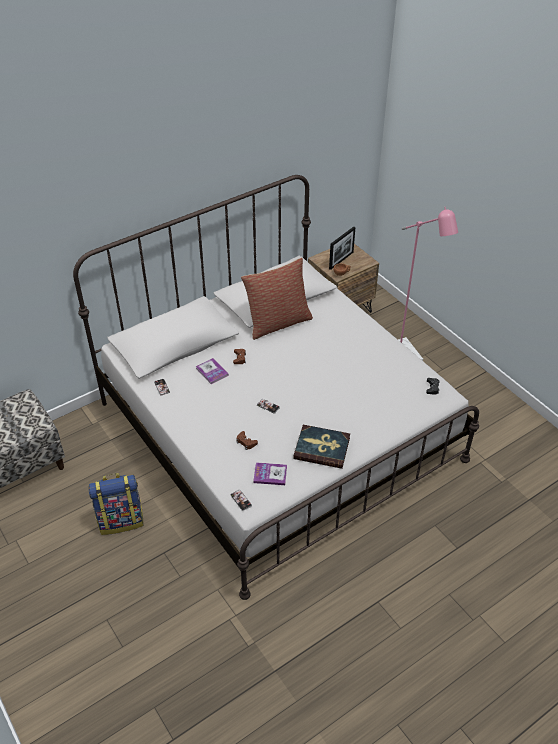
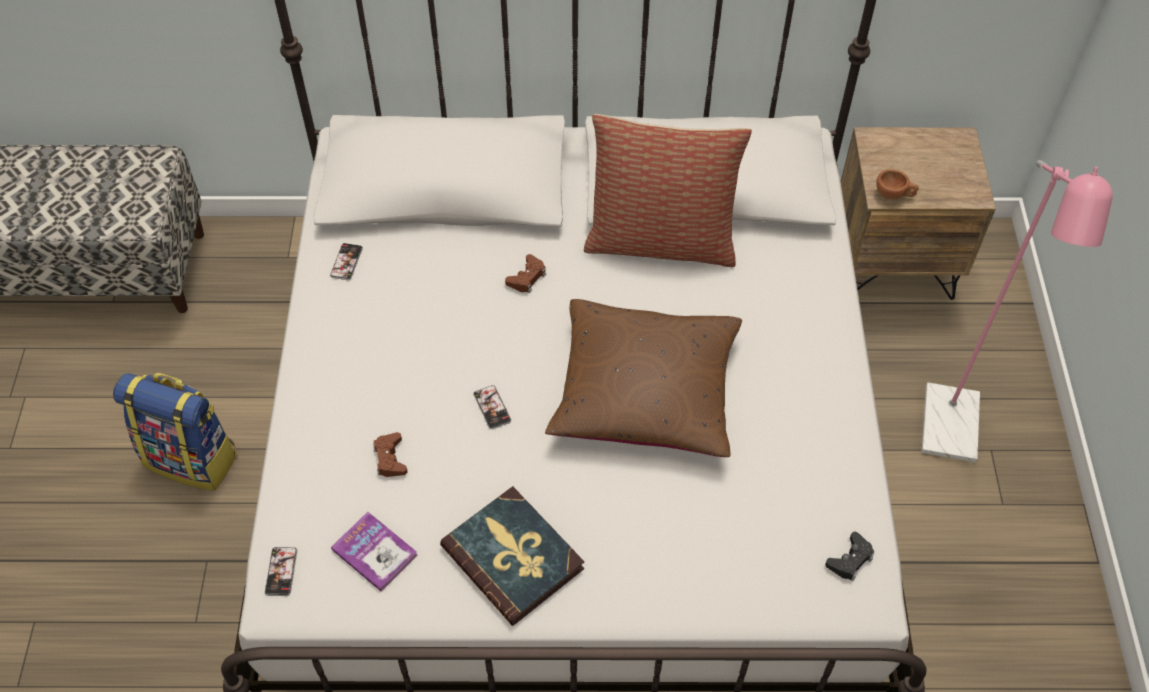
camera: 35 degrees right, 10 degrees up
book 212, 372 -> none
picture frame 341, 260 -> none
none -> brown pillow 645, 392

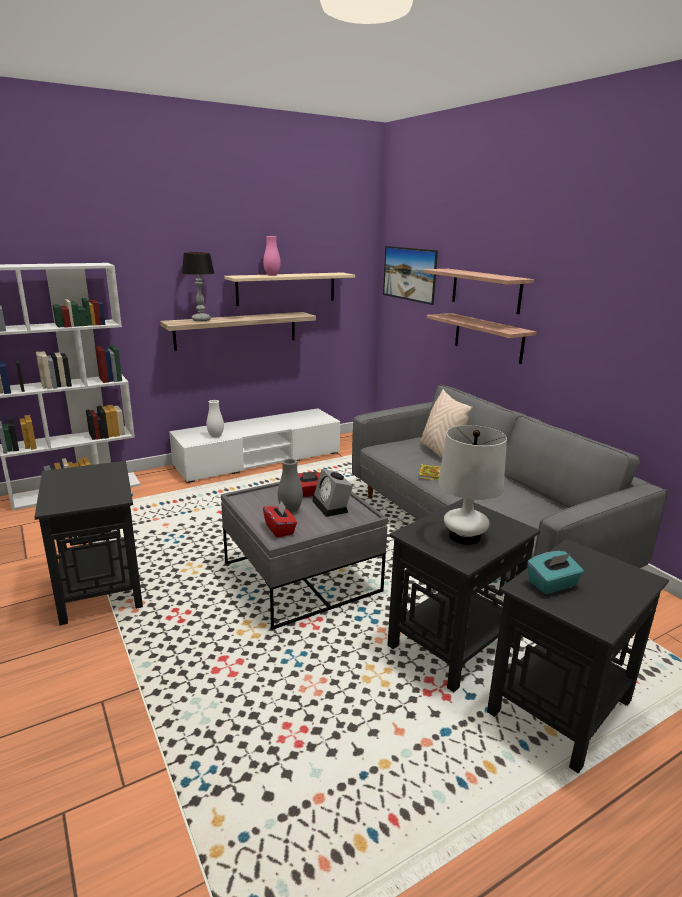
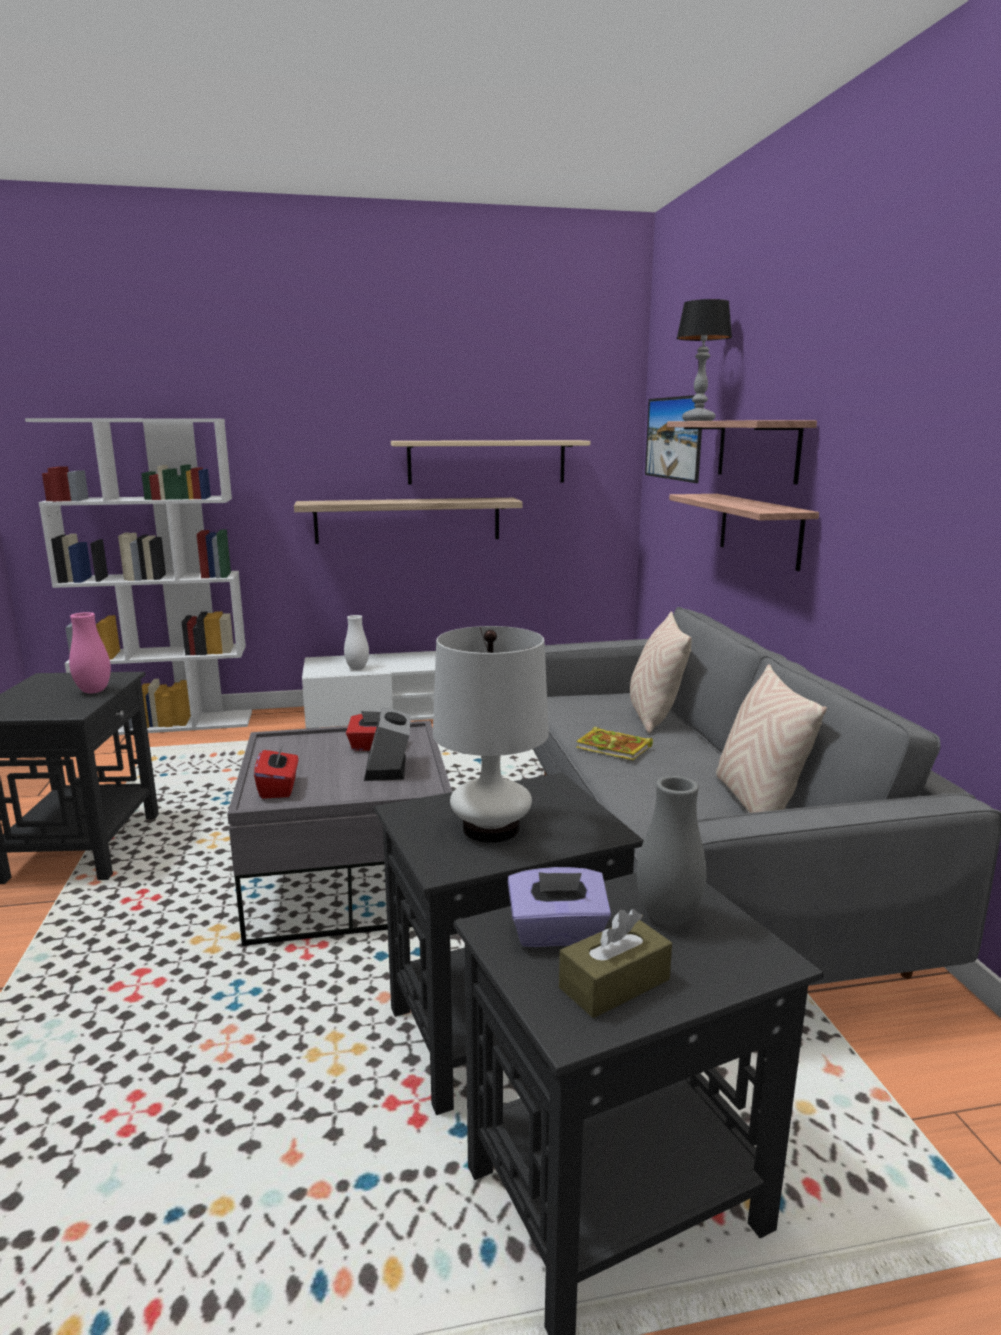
camera: 20 degrees right, 5 degrees down
table lamp 201, 320 -> table lamp 697, 420, shifted
pink vase 272, 275 -> pink vase 94, 691, shifted
grey vase 290, 511 -> grey vase 668, 917, shifted
turquoise tissue box 552, 584 -> purple tissue box 557, 933
none -> brown tissue box 614, 984
none -> beige pillow 756, 803

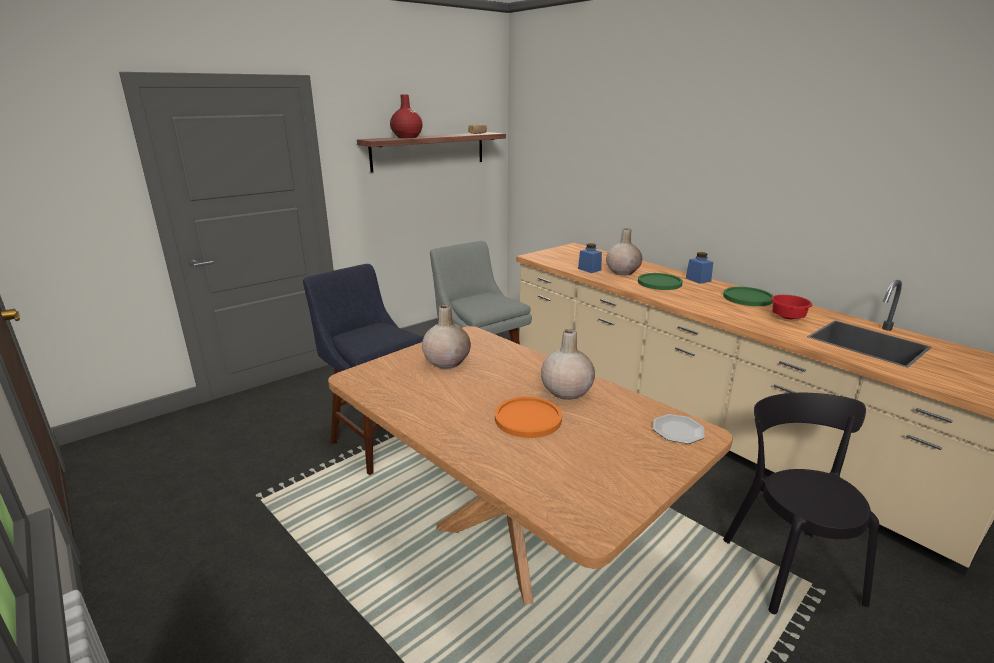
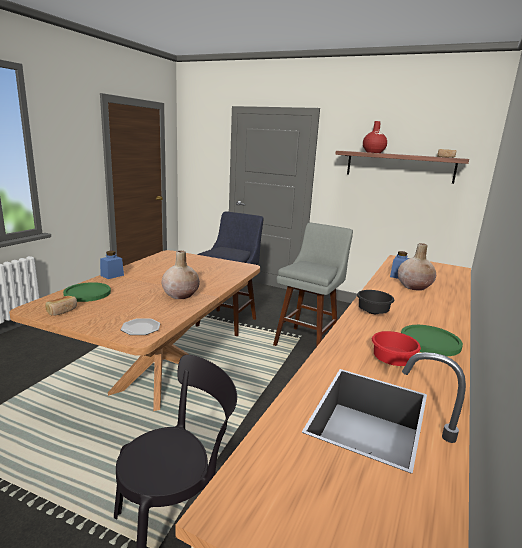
camera: 65 degrees right, 5 degrees down
beige vase 446, 362 -> none
orange plate 528, 418 -> none
green plate 659, 283 -> green plate 87, 293, shifted
blue jar 698, 279 -> blue jar 112, 275, shifted
none -> bread 62, 311
none -> black bowl 373, 311

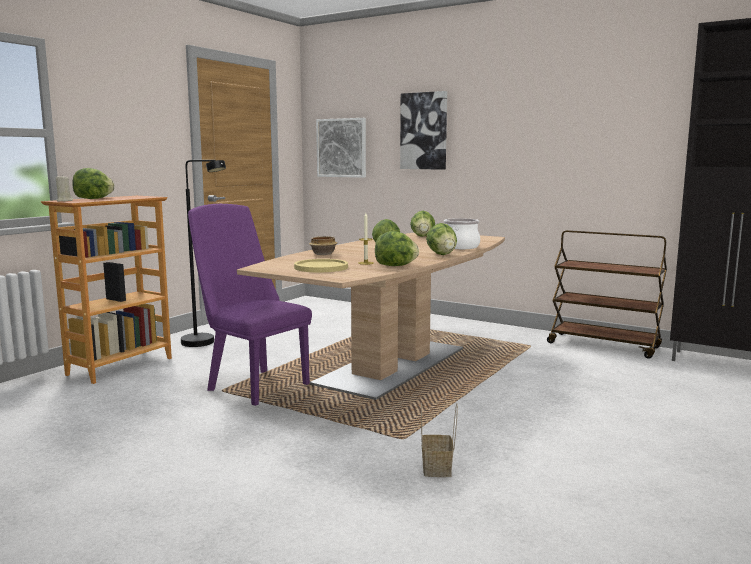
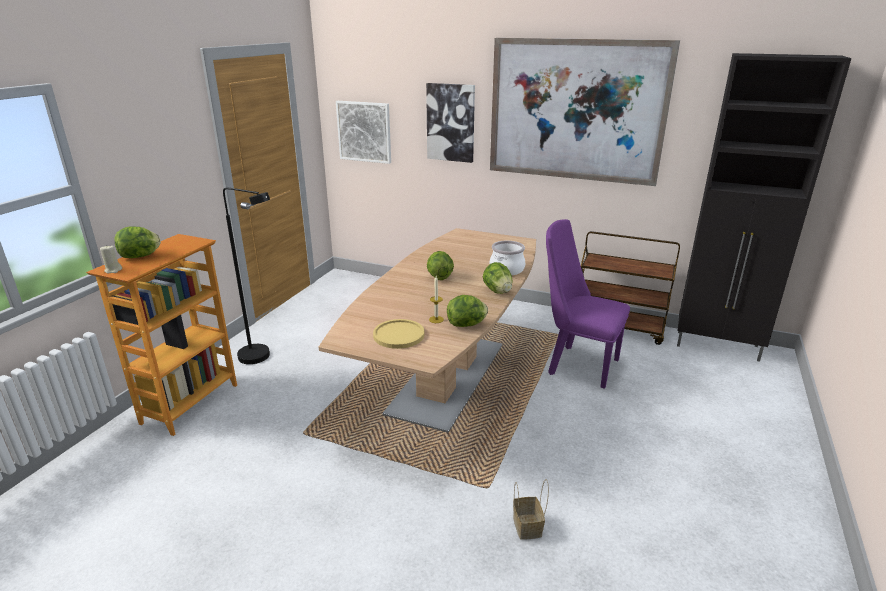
camera: 10 degrees left, 15 degrees up
purple chair 253, 385 -> purple chair 577, 364, shifted
bowl 324, 254 -> none
lettuce 422, 236 -> none
none -> picture 576, 110

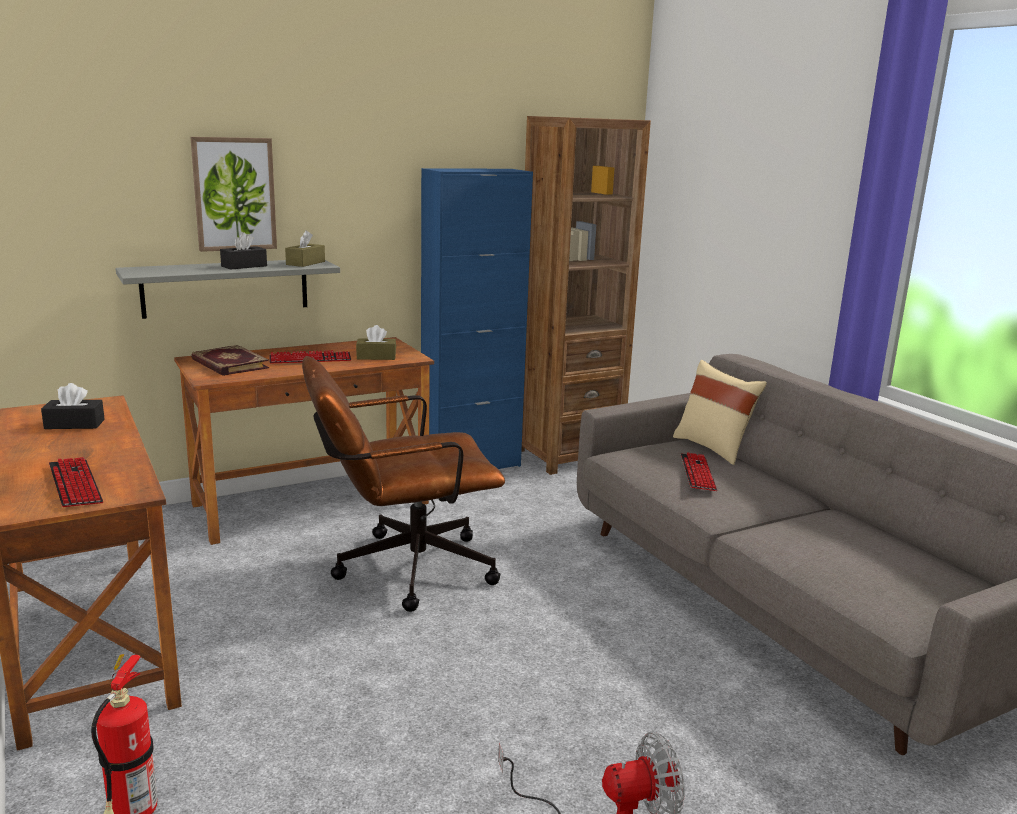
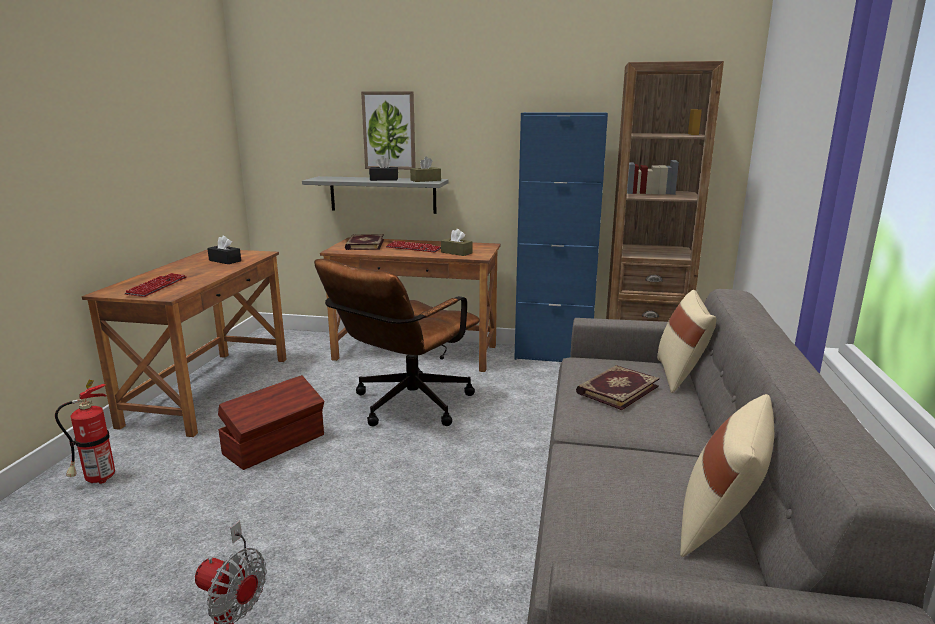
camera: 40 degrees right, 0 degrees up
brown office chair 401, 570 -> brown office chair 405, 407, 75 degrees counterclockwise
keyboard 697, 473 -> book 616, 389
none -> brown storage box 276, 444
none -> beige pillow 720, 526

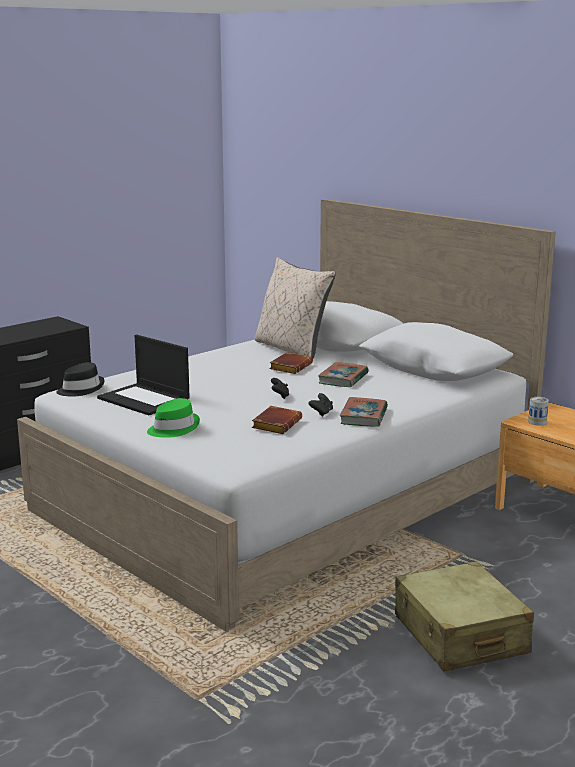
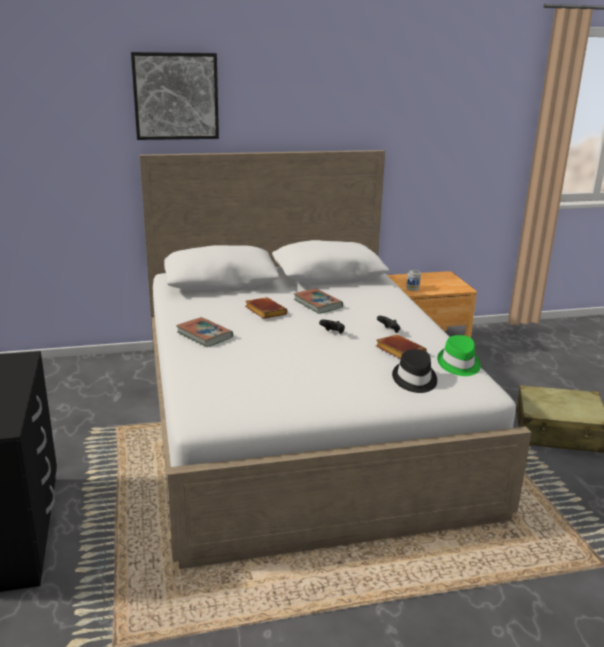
camera: 60 degrees left, 5 degrees up
black hat 80, 389 -> black hat 414, 380, shifted
laptop 145, 399 -> none
green hat 173, 428 -> green hat 458, 364, shifted
beige pillow 292, 349 -> none
book 364, 416 -> book 204, 335, shifted
none -> picture 176, 96

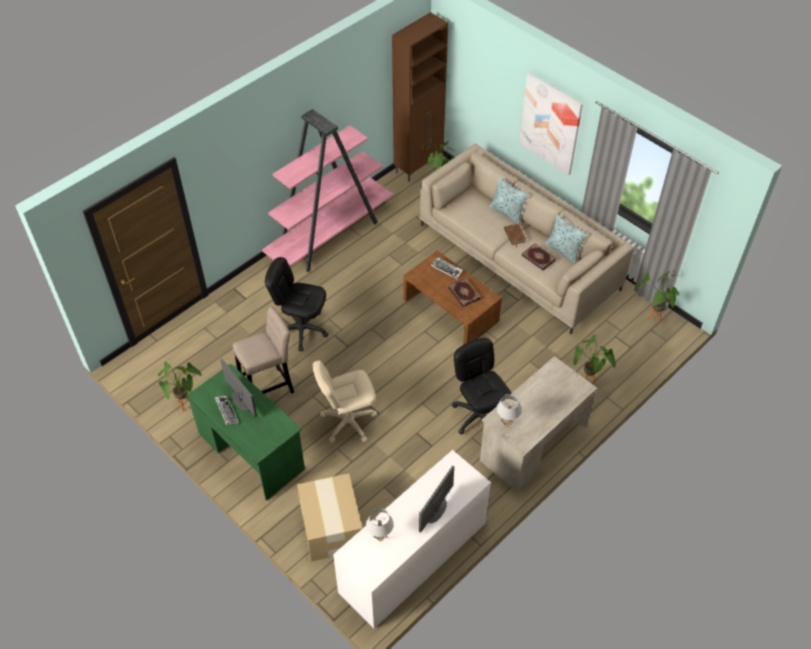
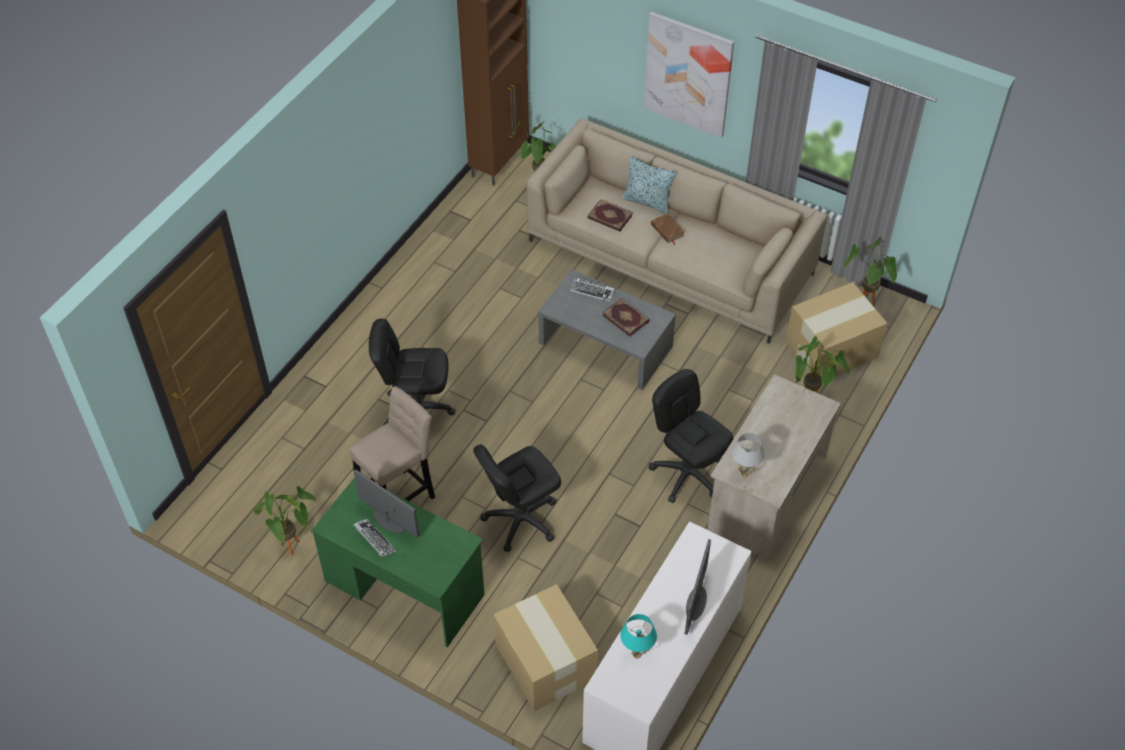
camera: 15 degrees left, 0 degrees up
pink bookcase 330, 235 -> none
beige office chair 348, 422 -> black office chair 520, 519
white table lamp 380, 538 -> turquoise table lamp 637, 654
brown coffee table 451, 309 -> grey coffee table 606, 344
book 538, 258 -> book 609, 217, shifted
pillow 563, 251 -> none
none -> cardboard box 833, 349

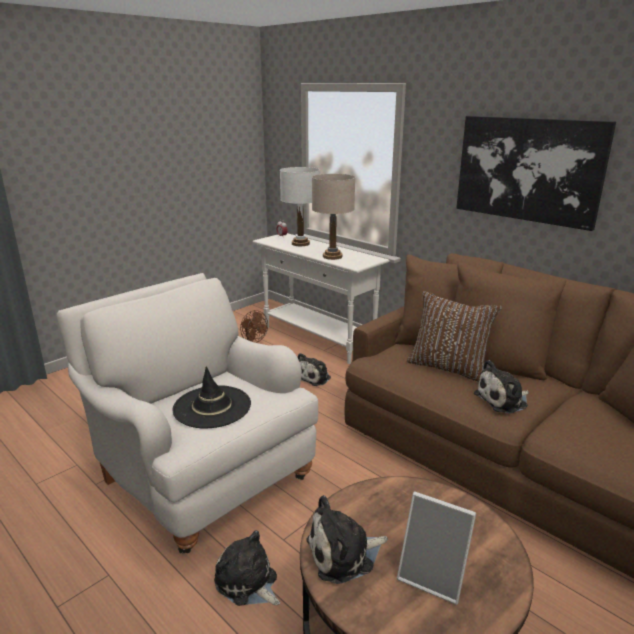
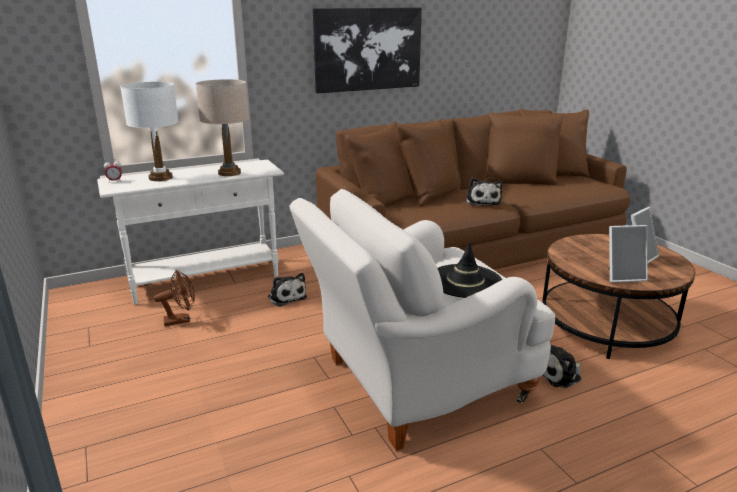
camera: 70 degrees left, 0 degrees up
plush toy 344, 554 -> picture frame 622, 276
brown pillow 448, 368 -> none

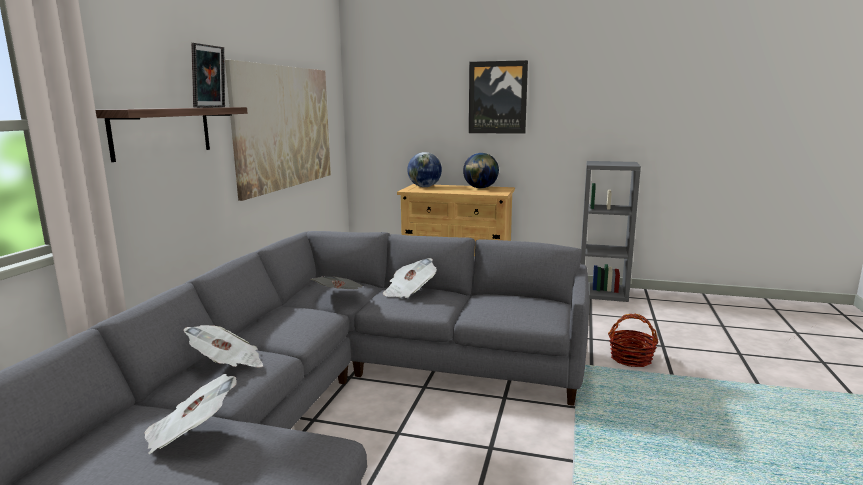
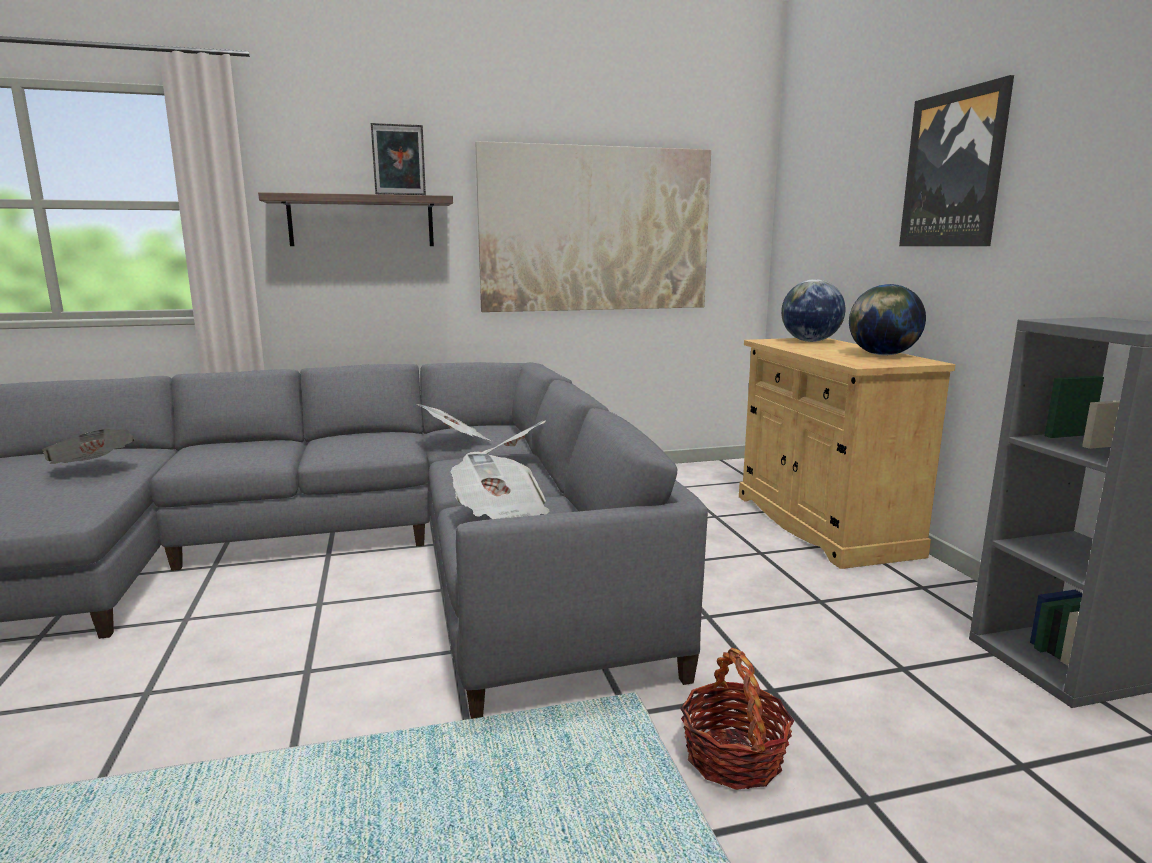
camera: 60 degrees right, 0 degrees up
newspaper 228, 364 -> newspaper 501, 516, shifted

